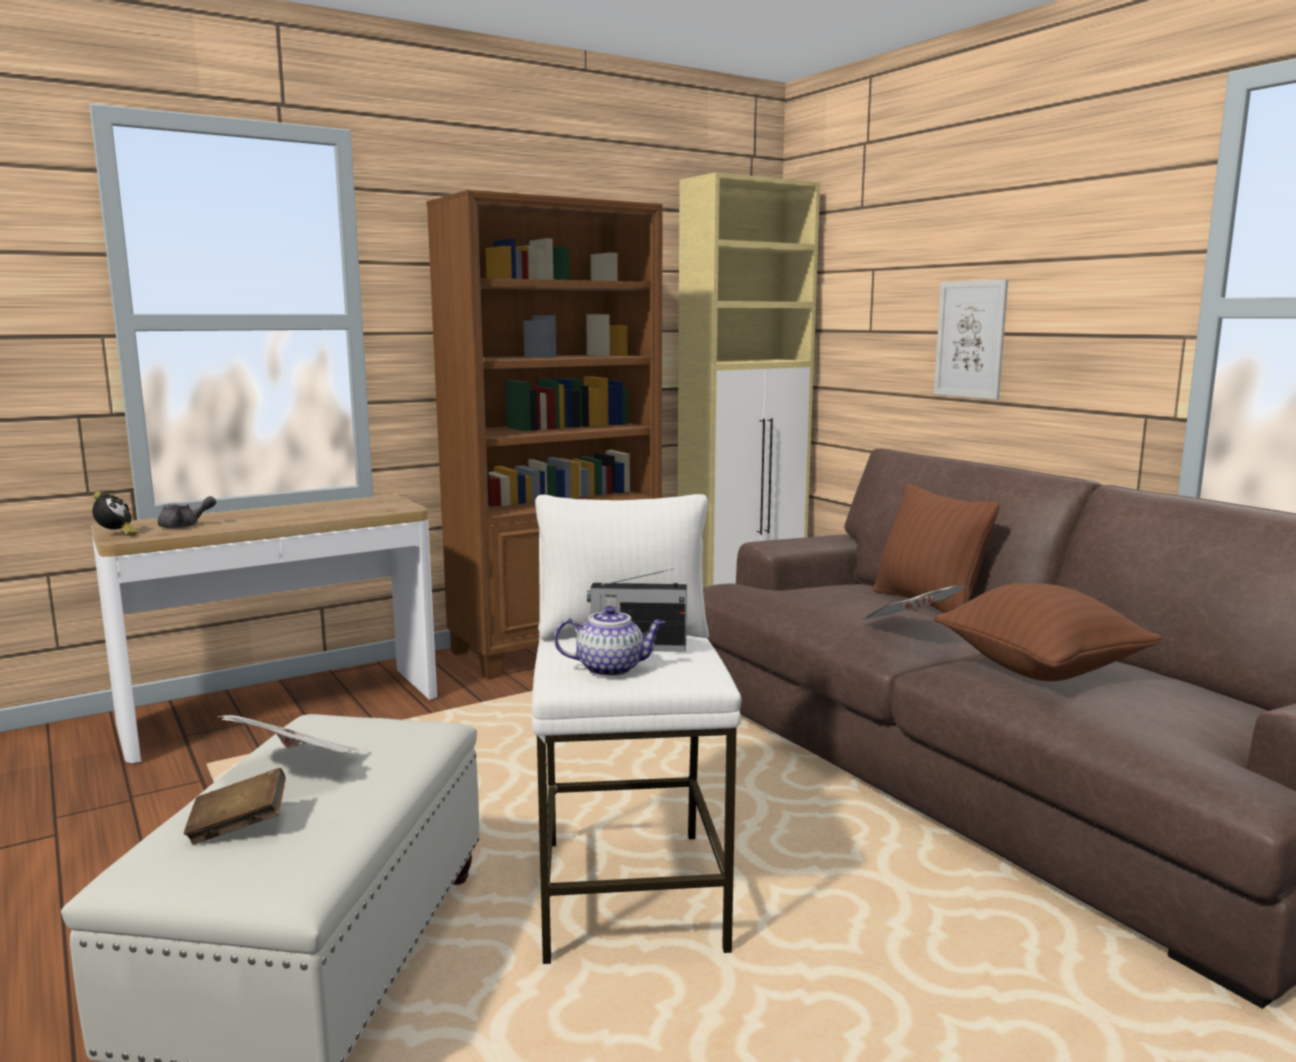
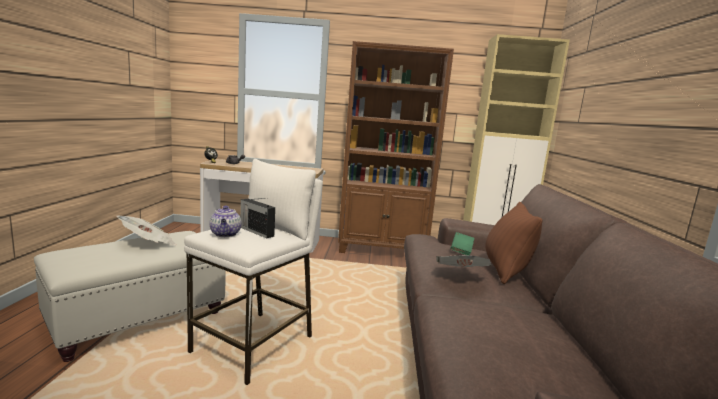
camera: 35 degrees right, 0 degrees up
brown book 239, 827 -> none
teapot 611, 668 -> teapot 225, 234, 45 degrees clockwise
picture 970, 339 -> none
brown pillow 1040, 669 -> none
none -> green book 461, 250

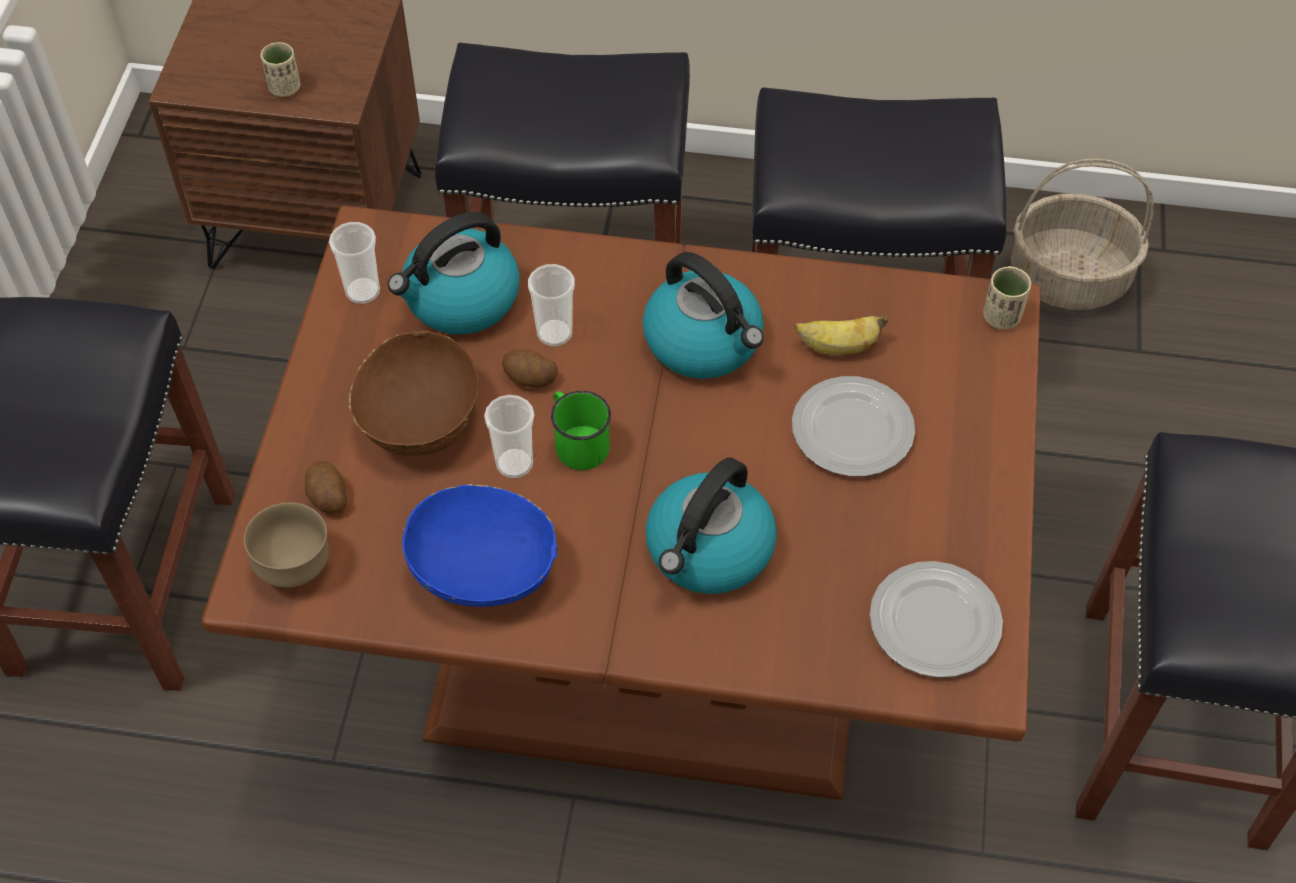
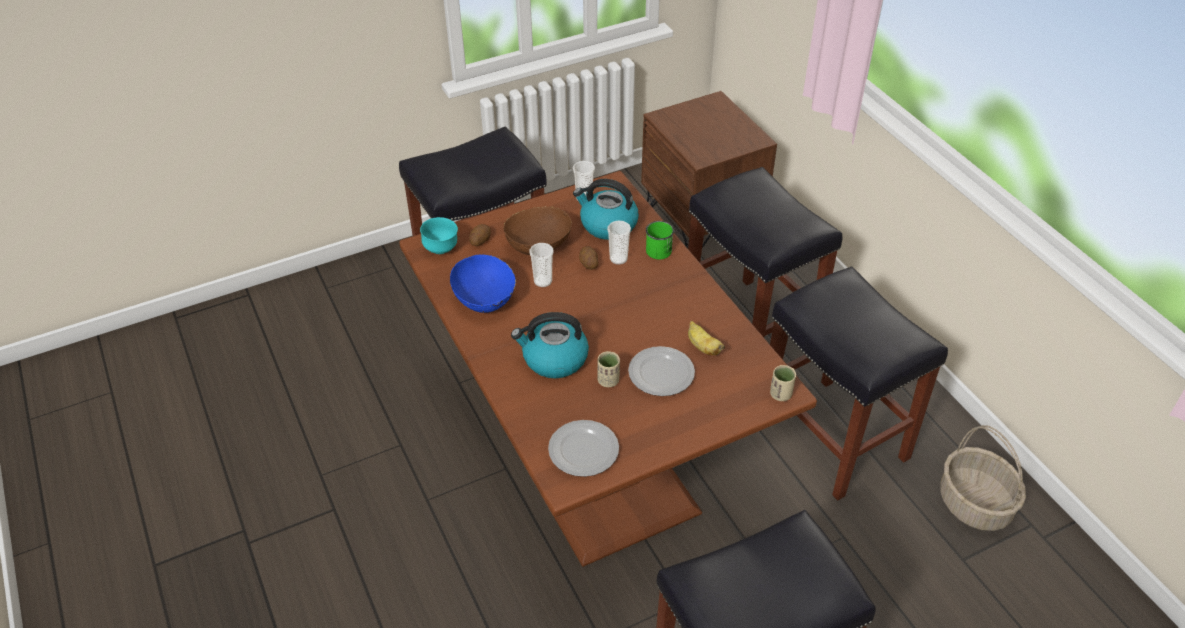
camera: 55 degrees right, 10 degrees down
brown bowl 295, 567 -> turquoise bowl 441, 249
beige cup 285, 88 -> beige cup 608, 380, shifted
green mug 577, 442 -> green mug 660, 248, shifted
kettle 705, 342 -> none

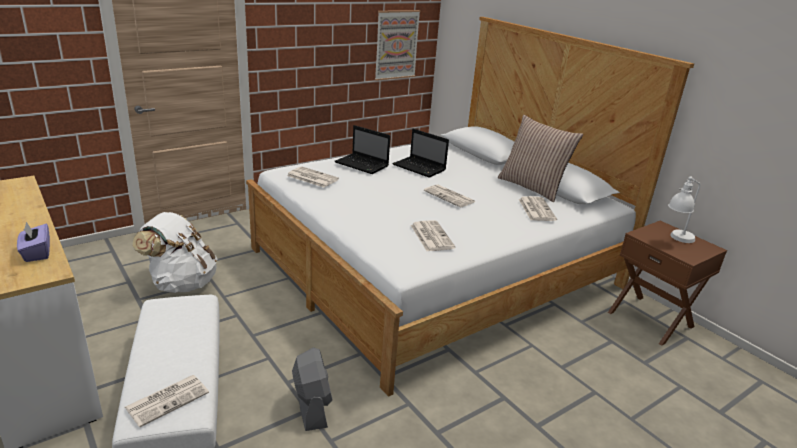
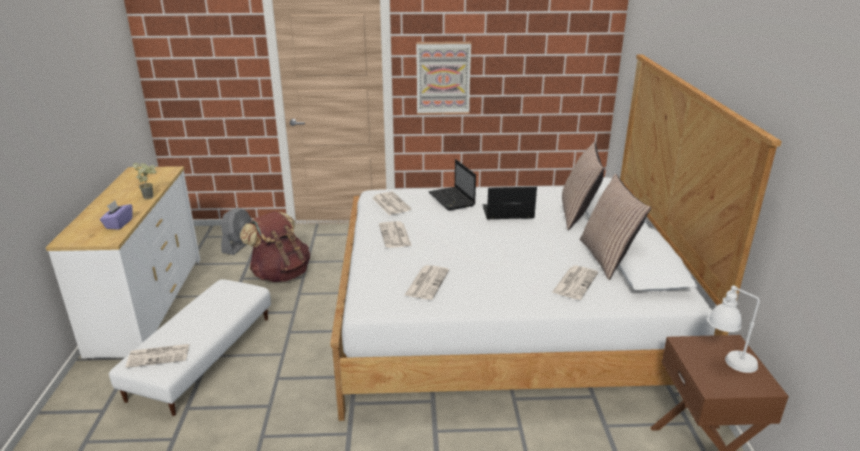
camera: 35 degrees right, 0 degrees up
white backpack 181, 283 -> brown backpack 280, 274
grey fan 312, 406 -> grey fan 239, 245, shifted
picture 396, 45 -> picture 443, 78, shifted
laptop 420, 168 -> laptop 506, 213, 105 degrees clockwise
newspaper 450, 196 -> newspaper 395, 235, shifted
none -> potted plant 151, 196
none -> pillow 578, 214

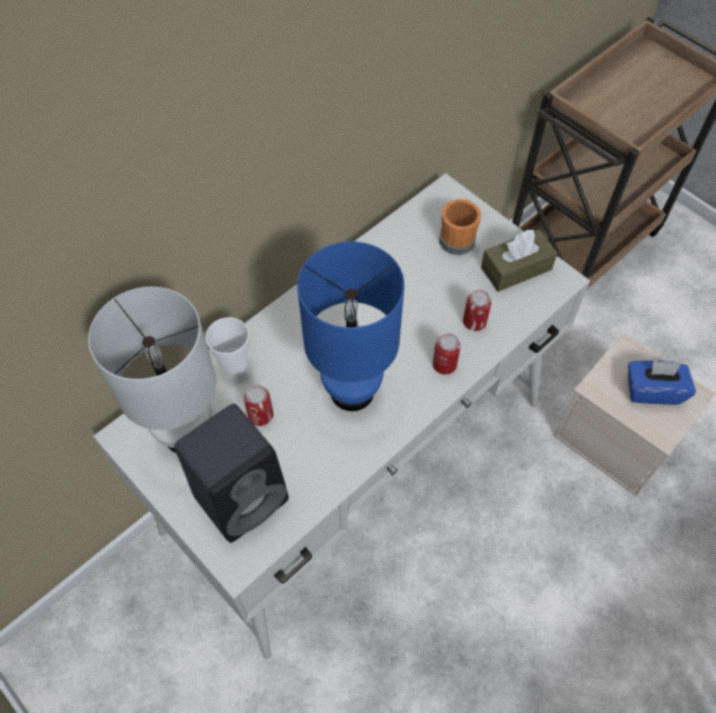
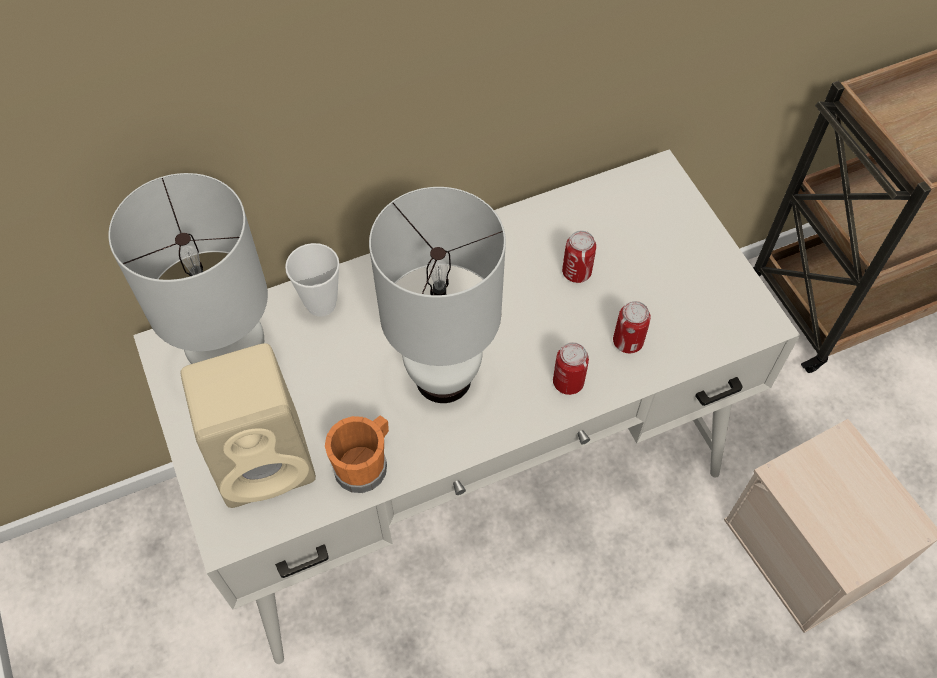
camera: 20 degrees right, 0 degrees up
black speaker 243, 495 -> beige speaker 267, 458
can 261, 415 -> can 576, 272, shifted
blue table lamp 351, 390 -> white table lamp 443, 377
orange mug 458, 237 -> orange mug 365, 463, shifted
brown tissue box 516, 268 -> none
blue tissue box 652, 390 -> none

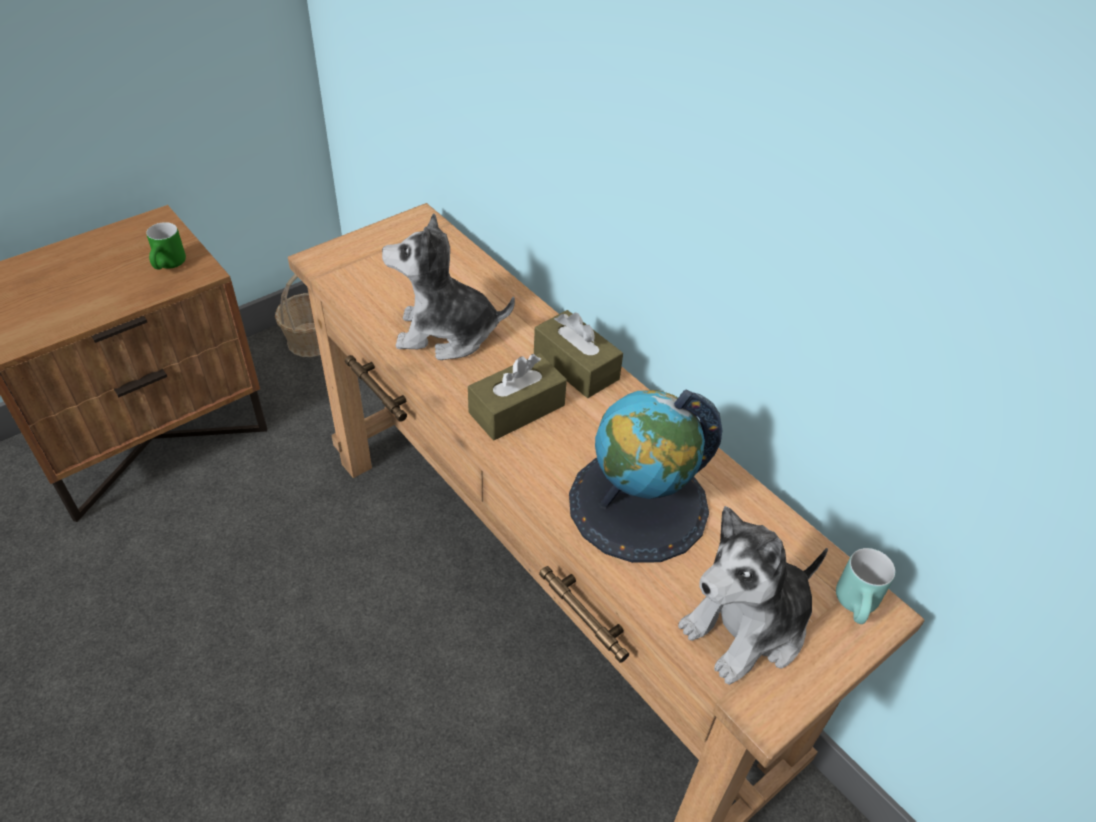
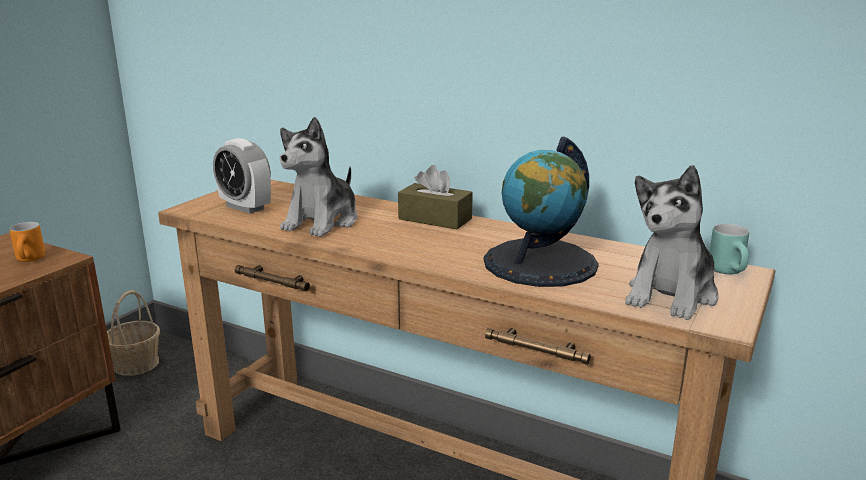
camera: 20 degrees left, 25 degrees down
green mug 170, 266 -> orange mug 31, 260
plush toy 446, 333 -> plush toy 322, 222, 45 degrees counterclockwise
brown tissue box 516, 409 -> none
none -> alarm clock 245, 207

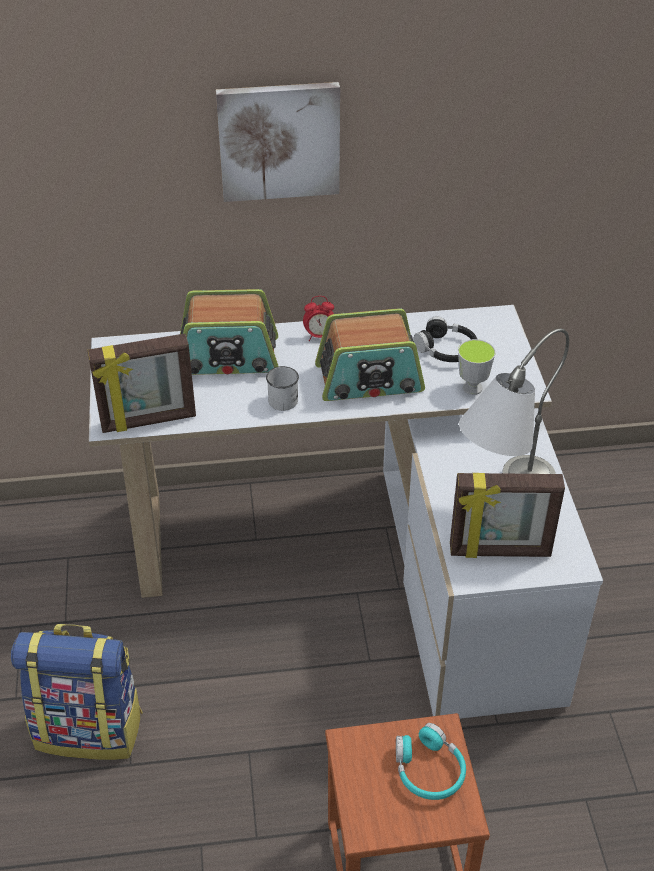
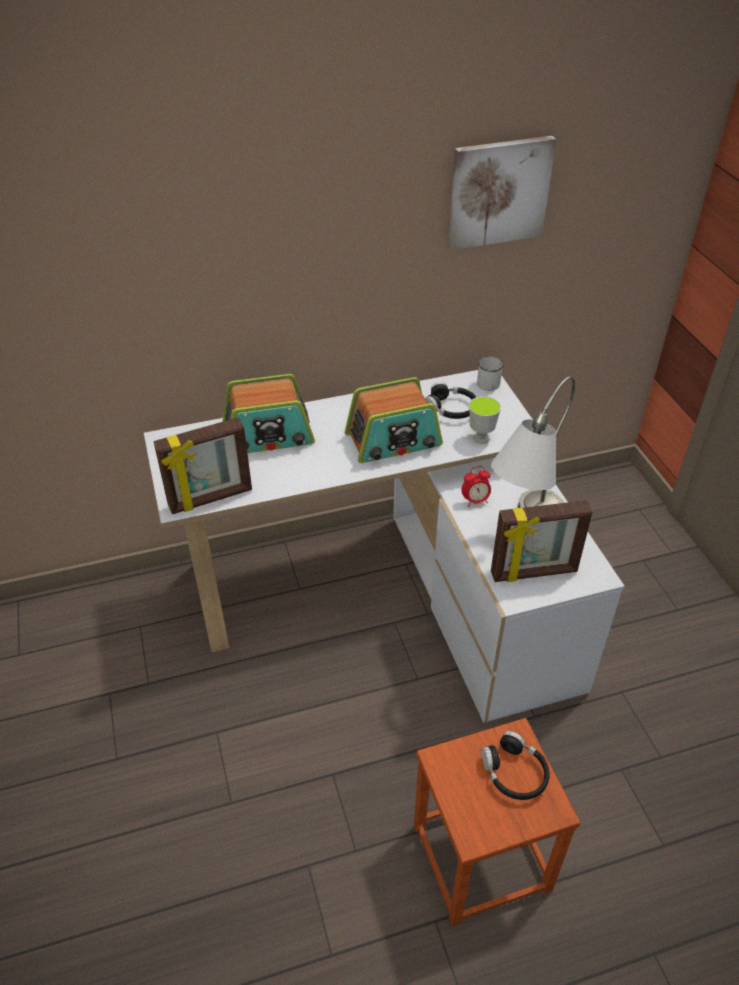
camera: 10 degrees left, 0 degrees up
backpack 90, 729 -> none
picture 279, 140 -> picture 498, 192, shifted
white mug 283, 397 -> white mug 487, 381, shifted
alarm clock 319, 336 -> alarm clock 475, 501, shifted
turquoise headphones 428, 770 -> black headphones 514, 773

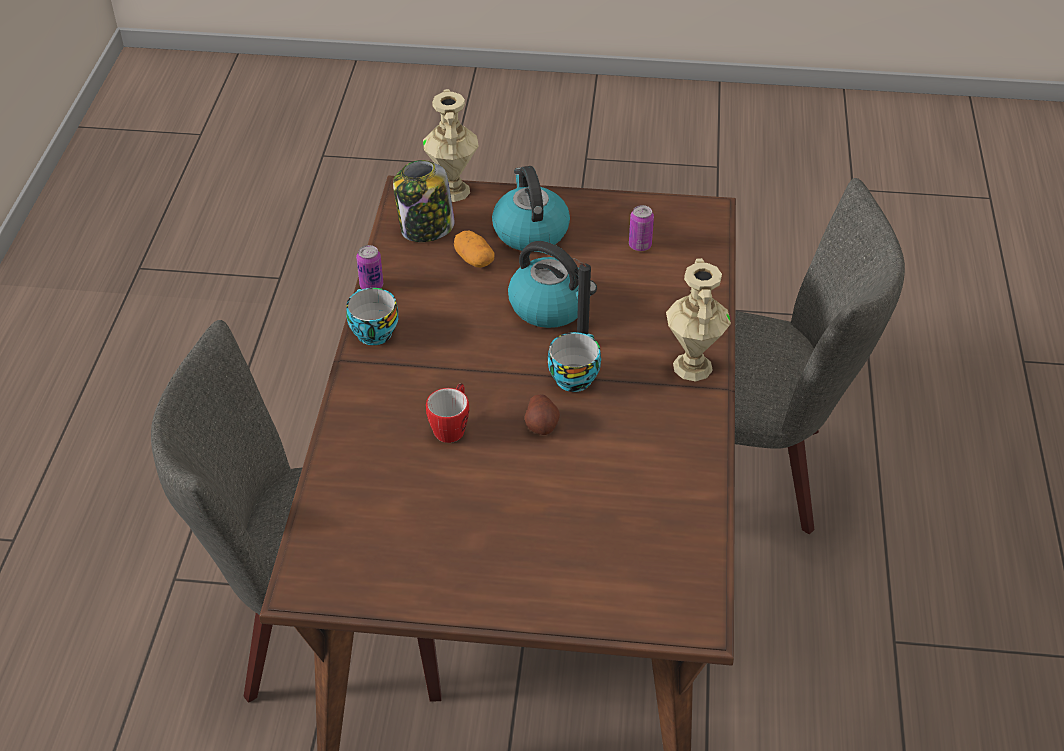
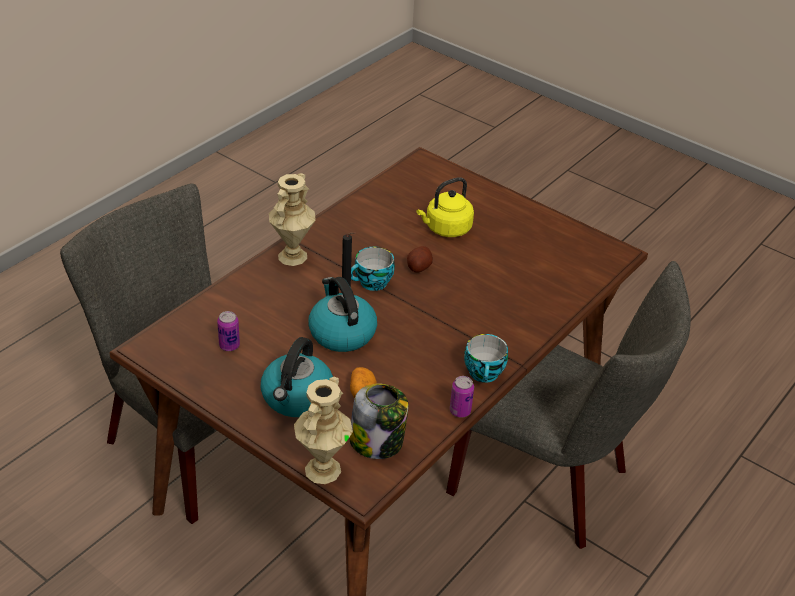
camera: 150 degrees left, 5 degrees down
mug 452, 427 -> none
none -> yellow kettle 446, 229

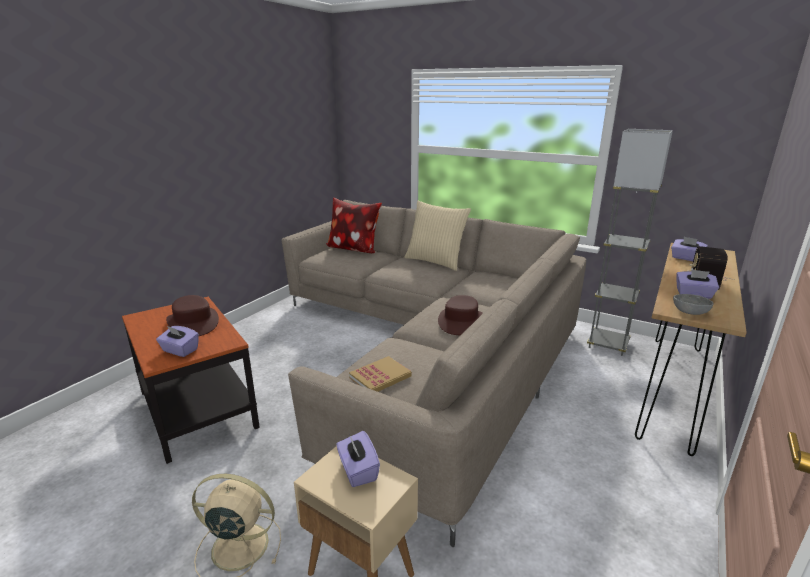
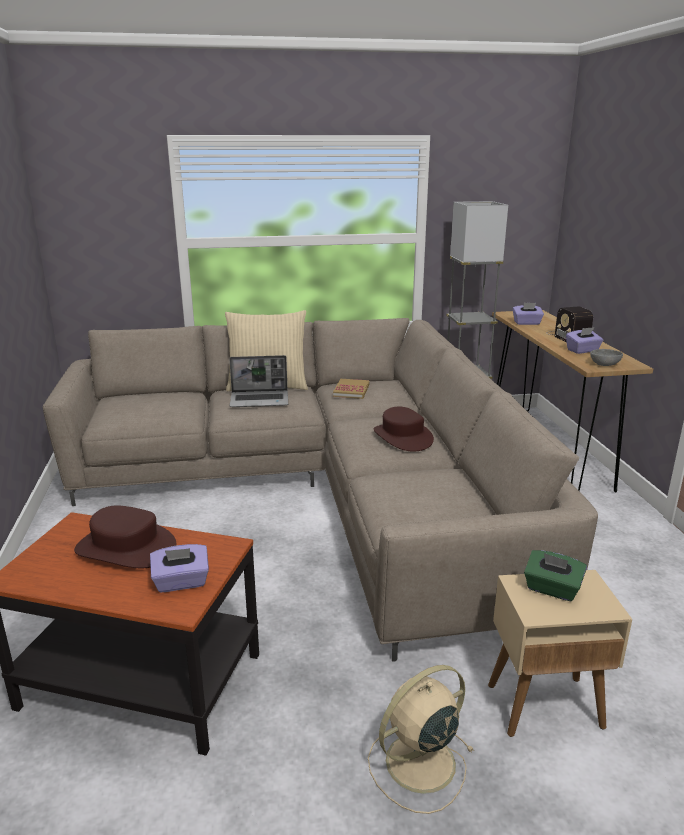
camera: 40 degrees left, 0 degrees up
pillow 353, 249 -> none
purple tissue box 358, 471 -> green tissue box 552, 589
book 380, 377 -> book 351, 390, shifted
none -> laptop 260, 400

